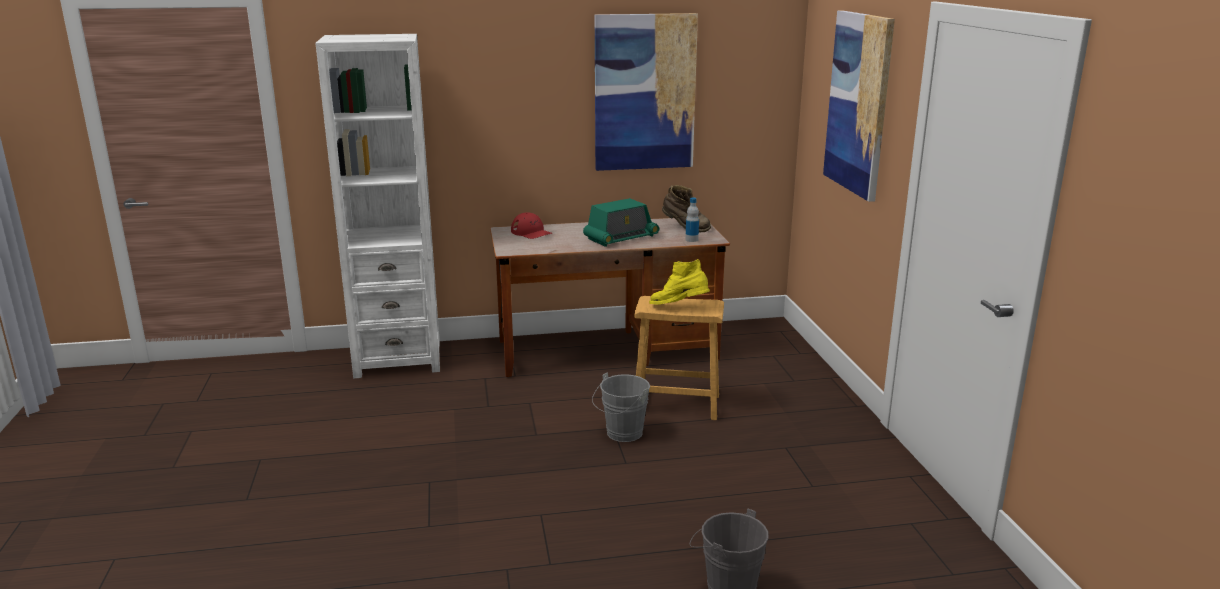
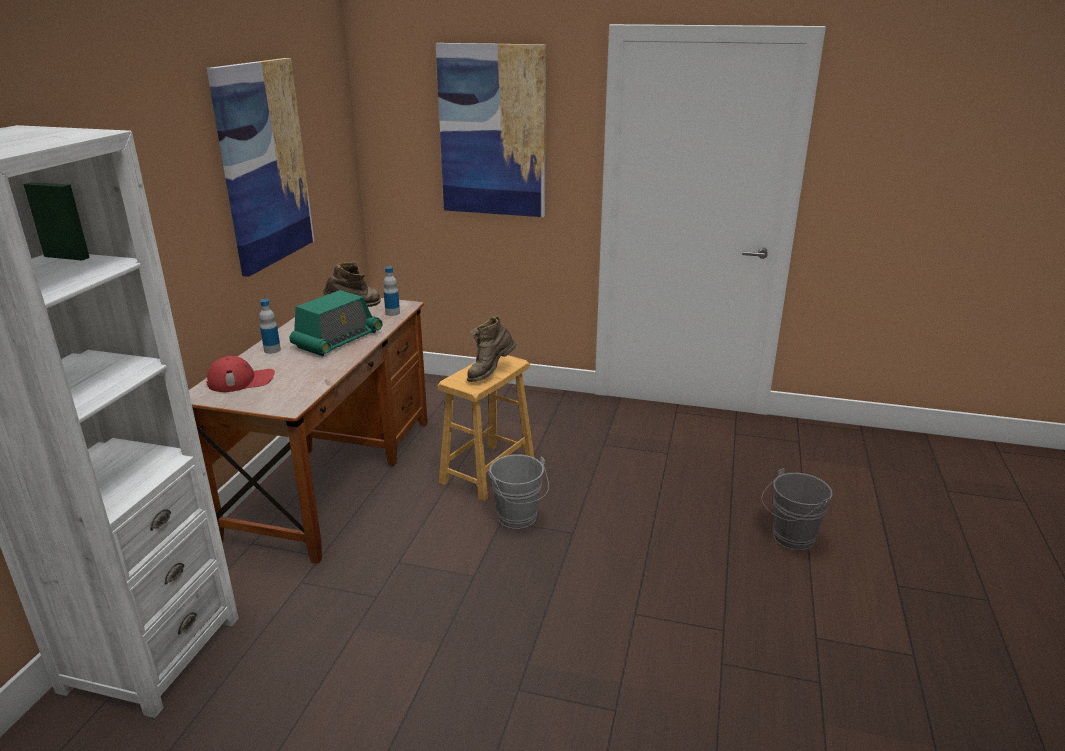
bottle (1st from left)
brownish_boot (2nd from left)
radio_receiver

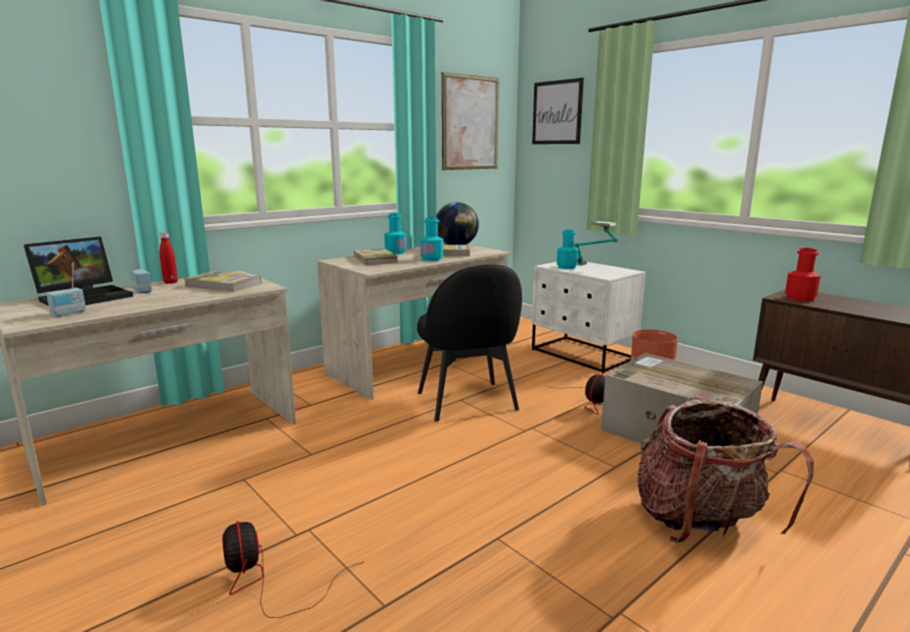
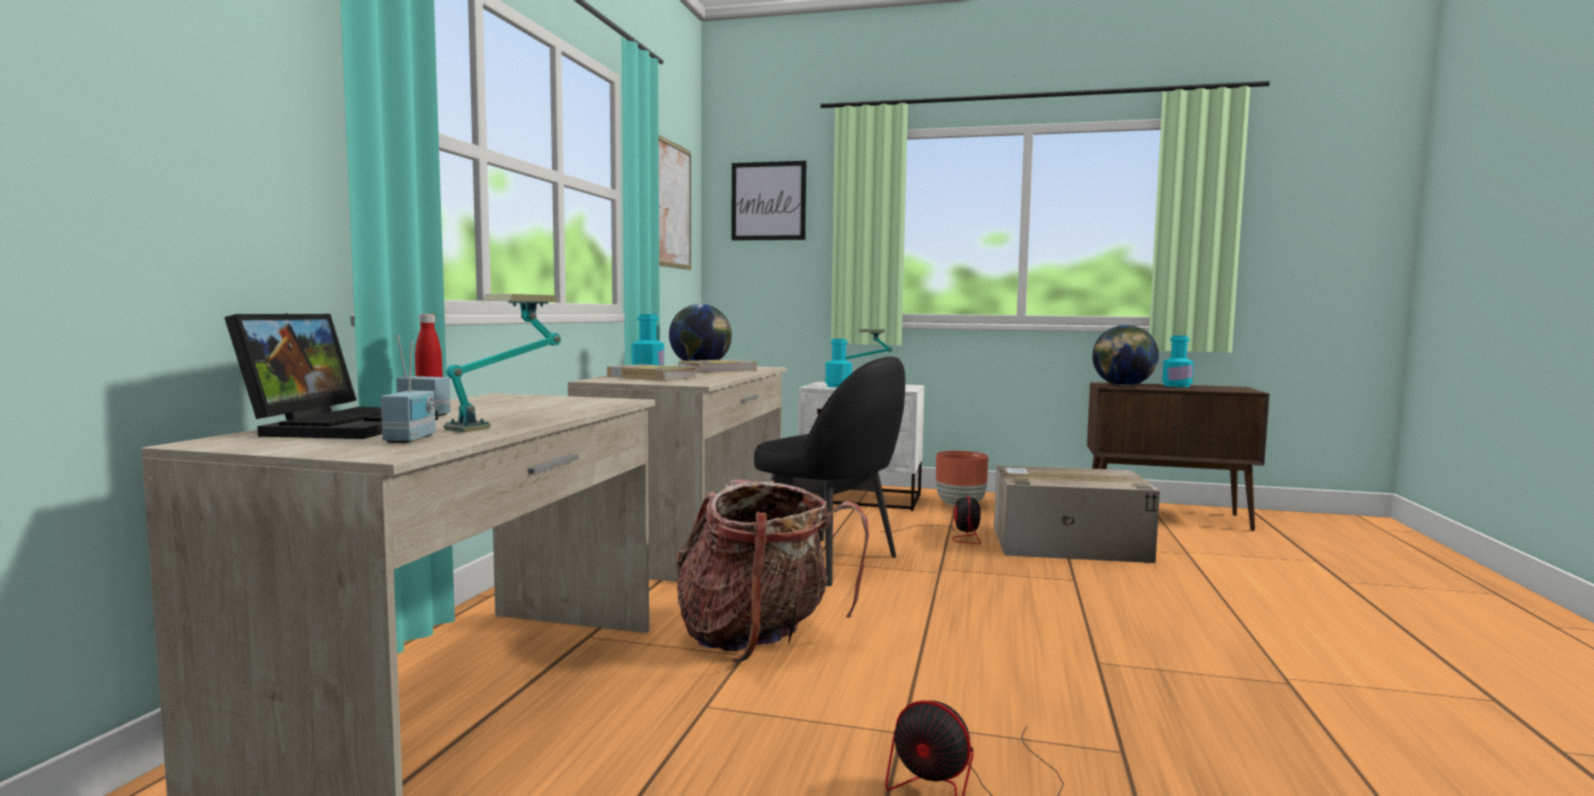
bound_book (1st from left in the first image)
lamp_for_a_table (1st from left)
blue-green_bottle (3rd from left)
backpack
world_globe (2nd from left)

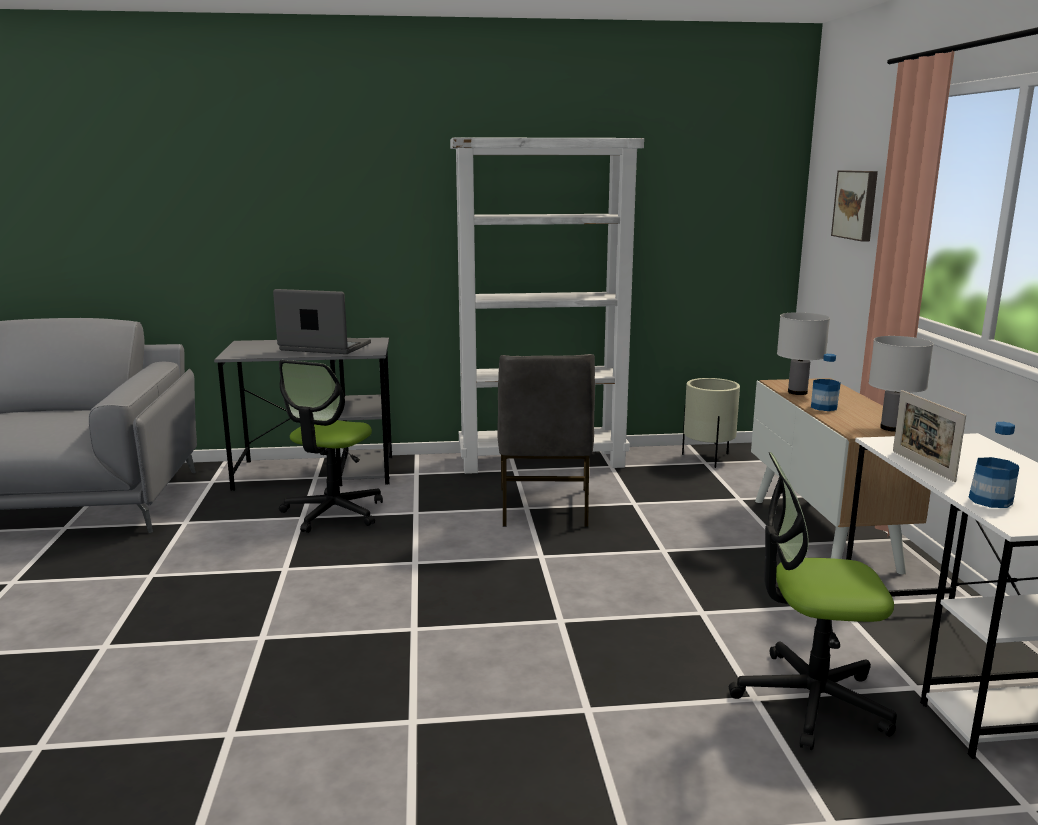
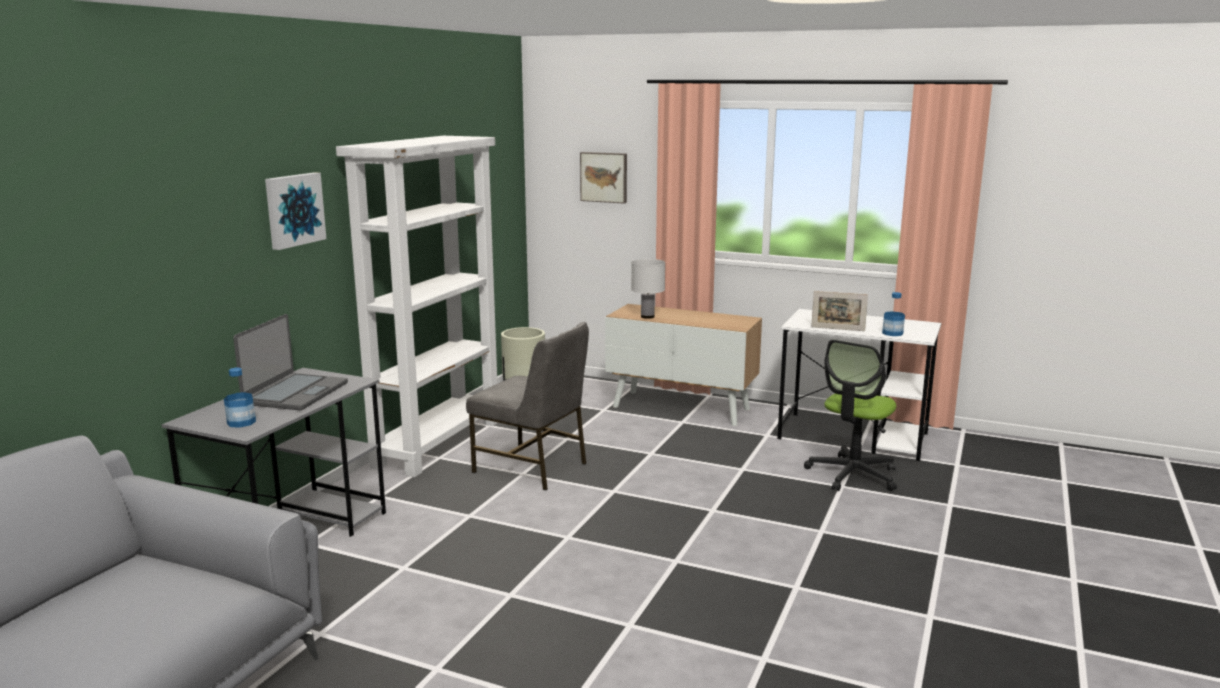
computer_chair (1st from left in the first image)
white-coloured_lamp_for_a_table (2nd from left in the first image)
wall_art (1st from left)
bottle (1st from left)
portable_computer

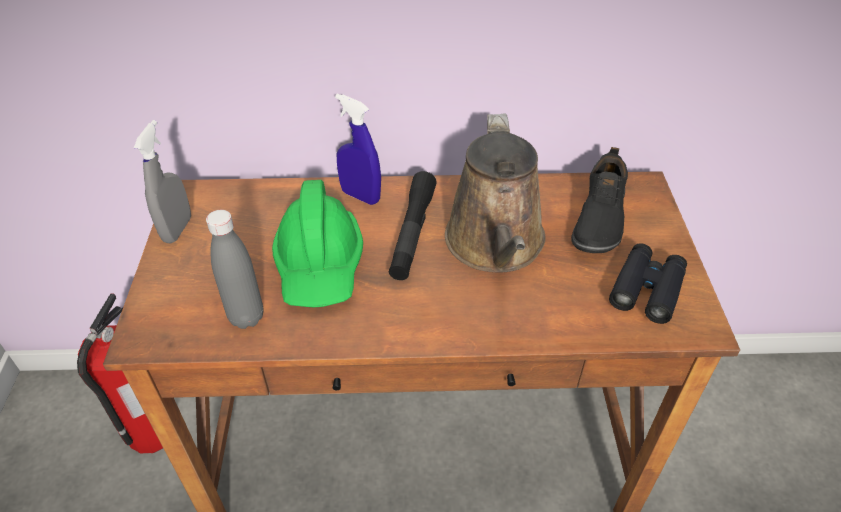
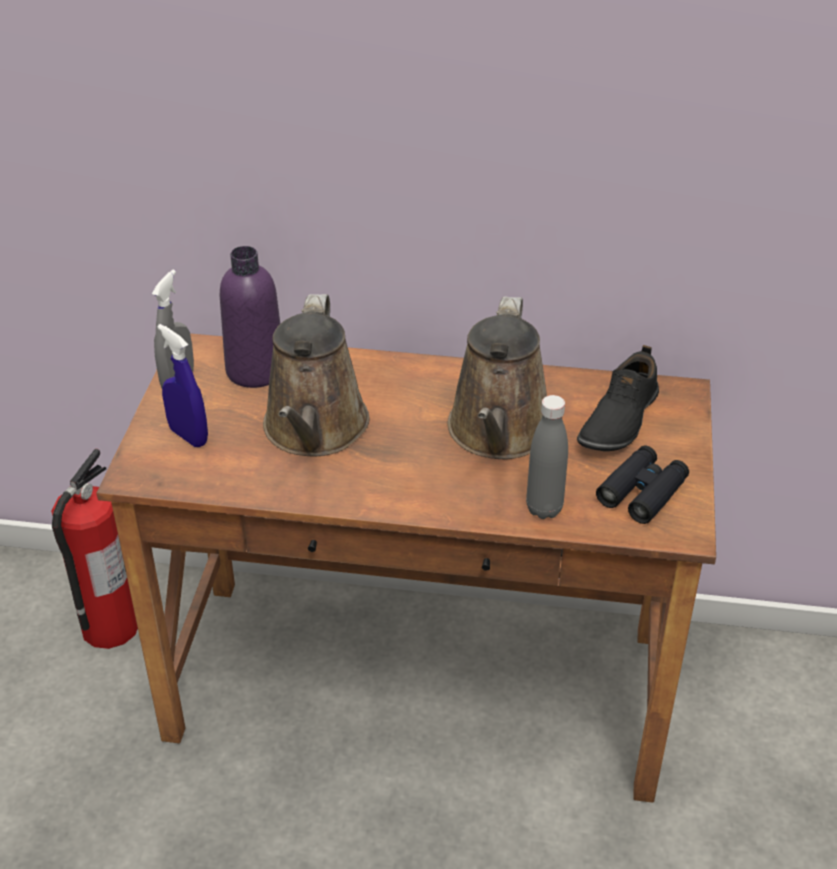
black_hand_torch
purplish_bottle
grey_bottle
blue-coloured_hand_sprayer
brownish_sprinkling_can (1st from left)

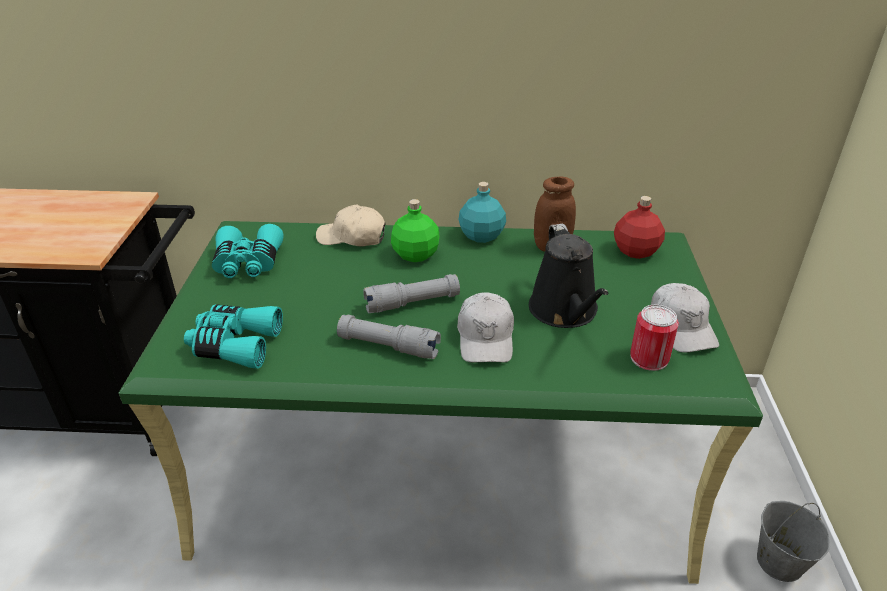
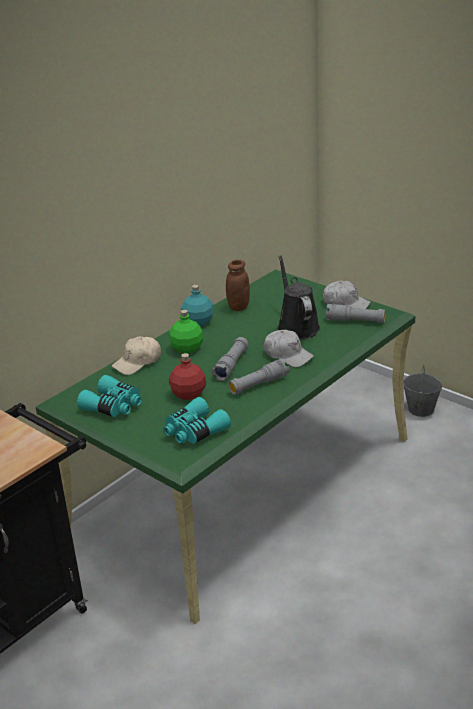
red-coloured_bottle
grey_hand_torch (3rd from left)
black_sprinkling_can

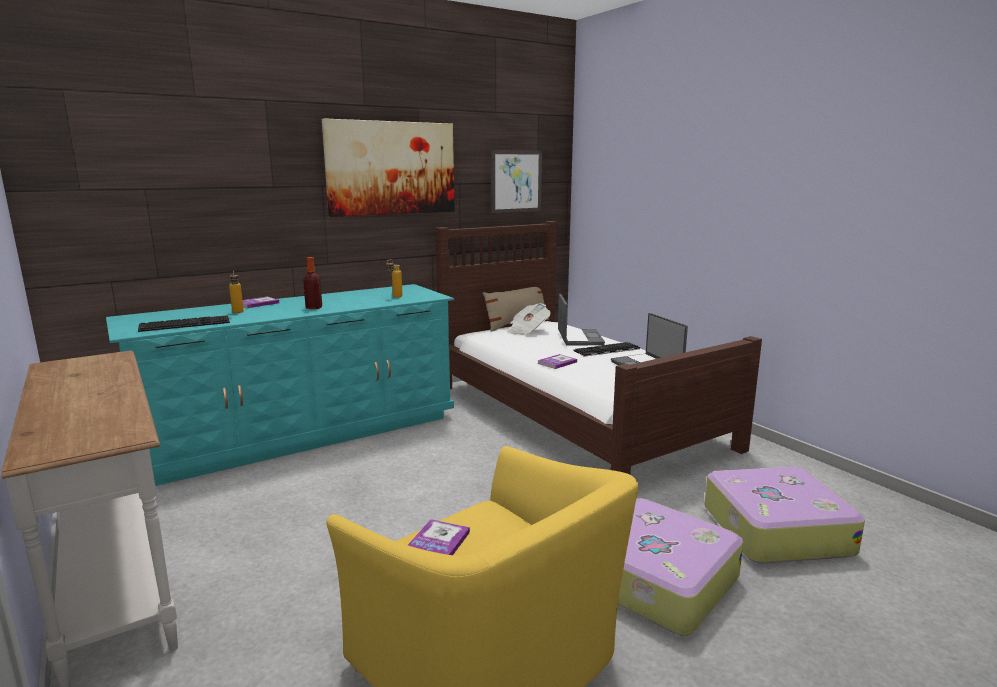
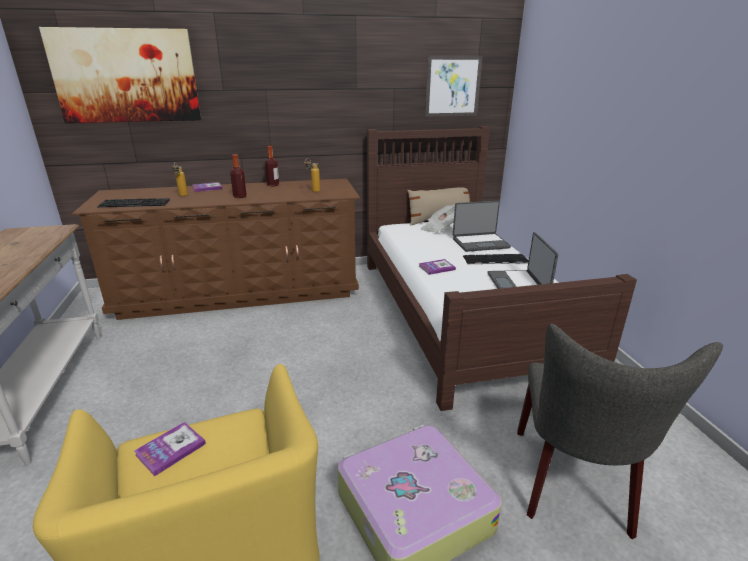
bottle (3rd from left)
wall_art (1st from left)
grey_upright_chair
brownish_chest_of_drawers
portable_computer (1st from left)

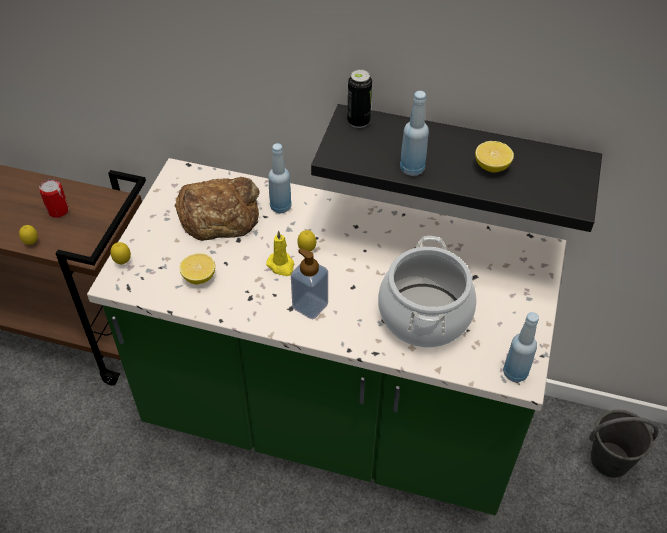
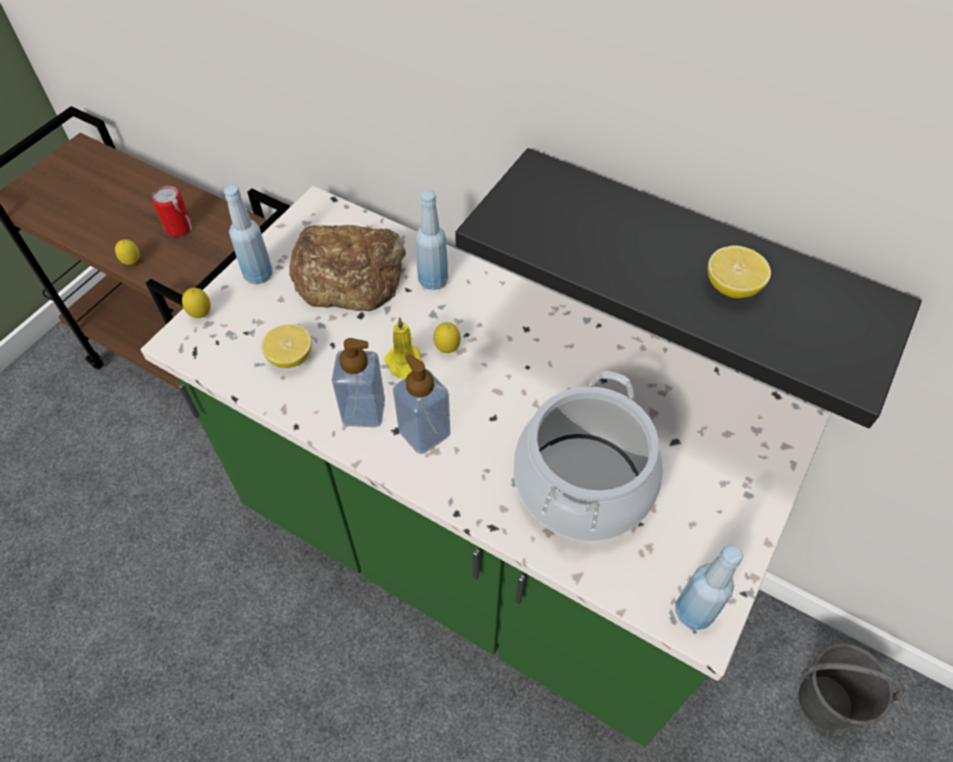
metal_can (2nd from left in the first image)
soap_dispenser (1st from left)
blue-coloured_bottle (1st from left)

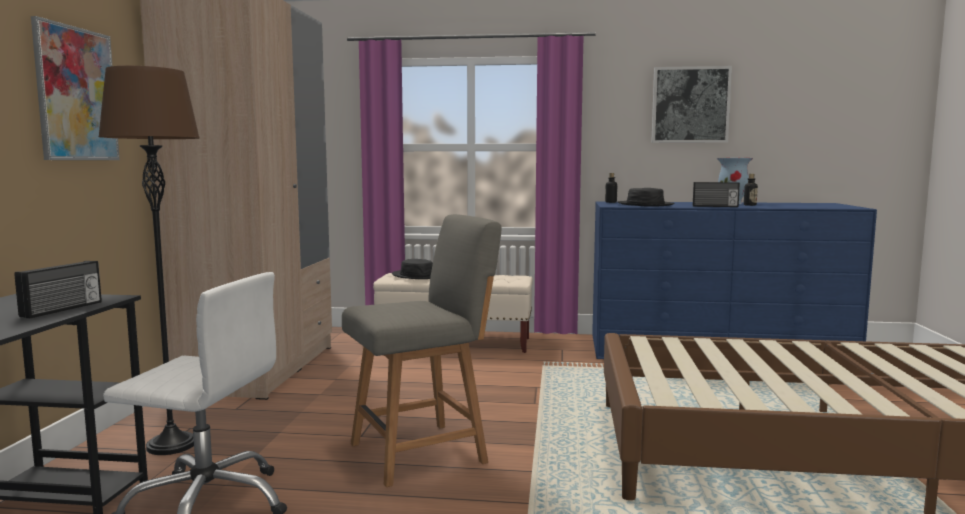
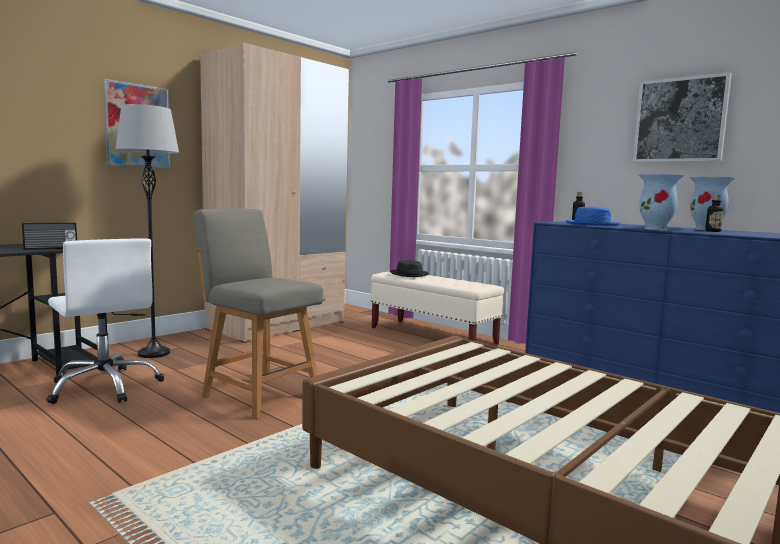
vase (1st from left)
grey_standard_lamp
blue-coloured_wearable_hat
grey_upright_chair

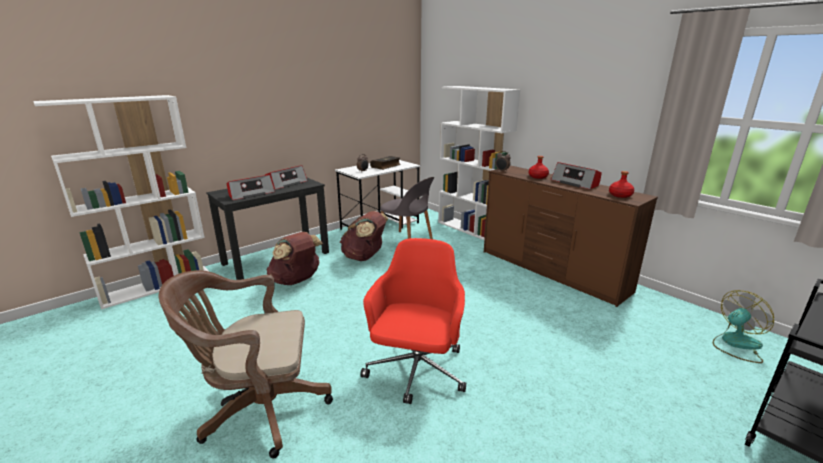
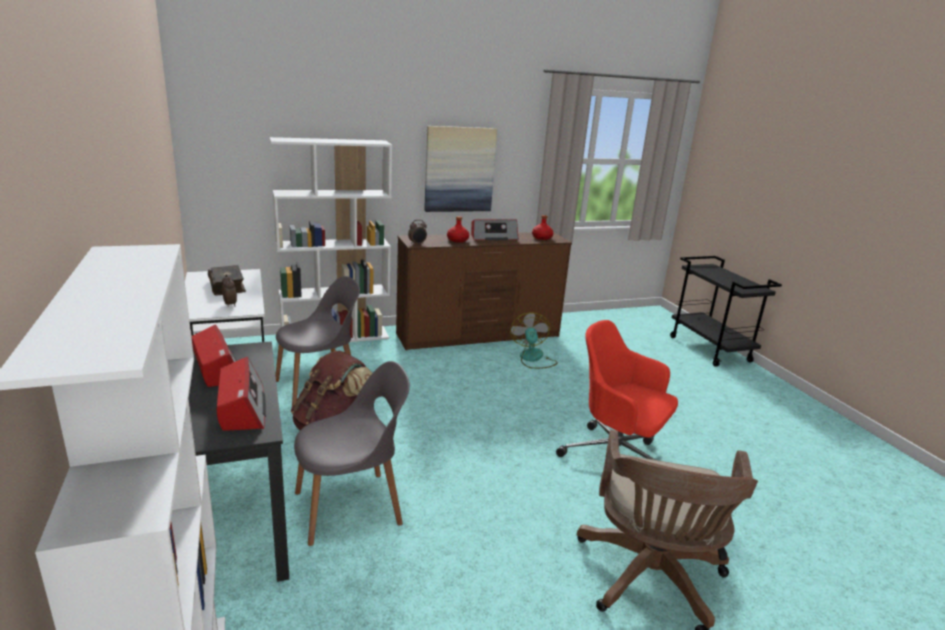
wall_art
electric_fan
grey_upright_chair (2nd from left)

